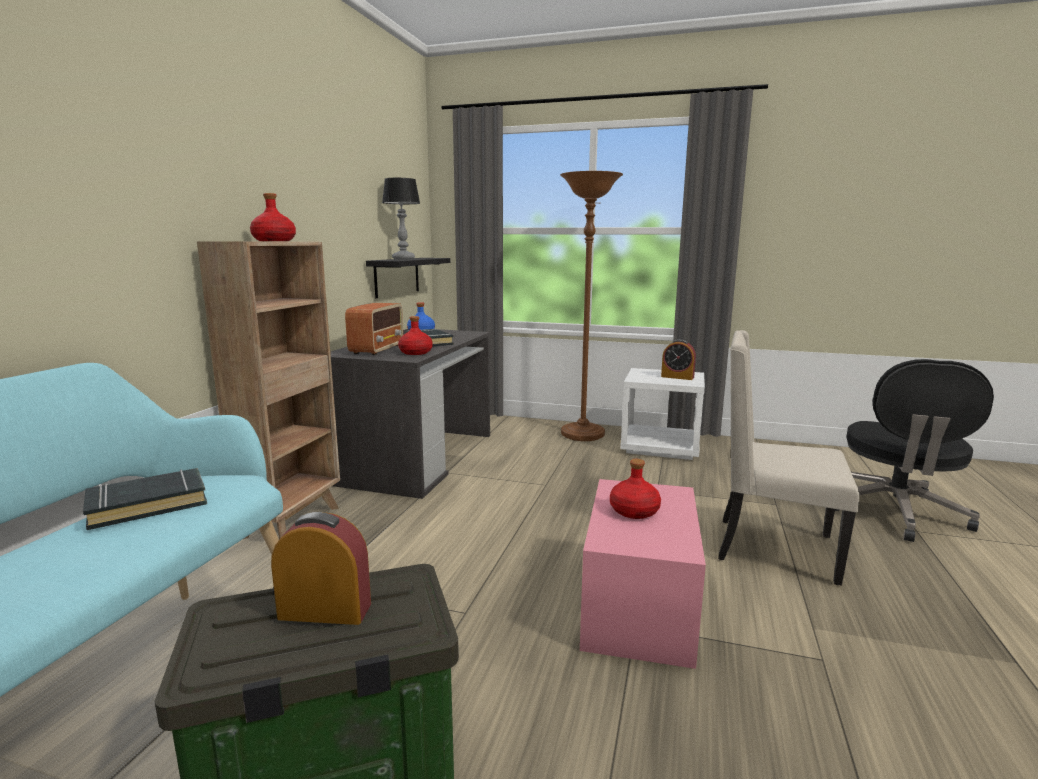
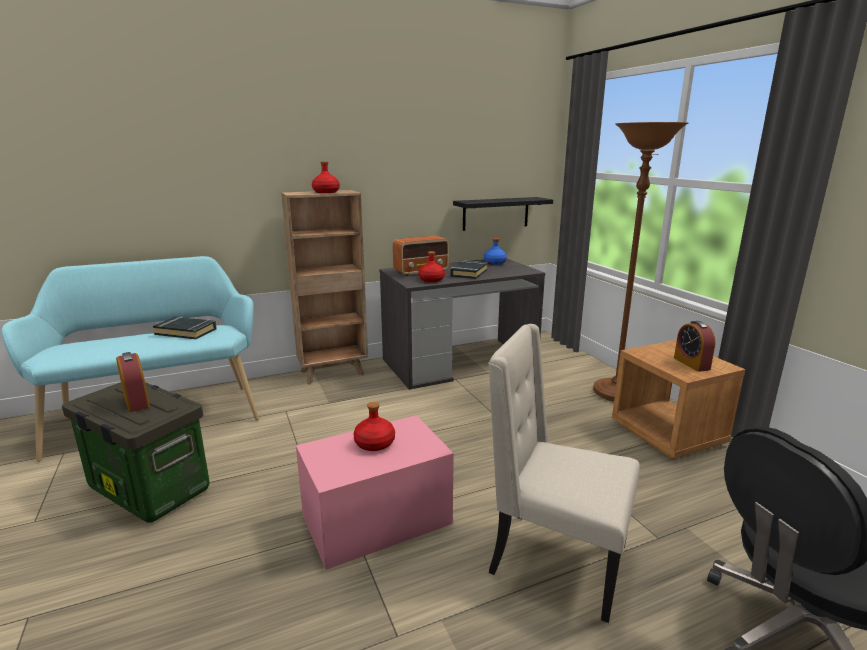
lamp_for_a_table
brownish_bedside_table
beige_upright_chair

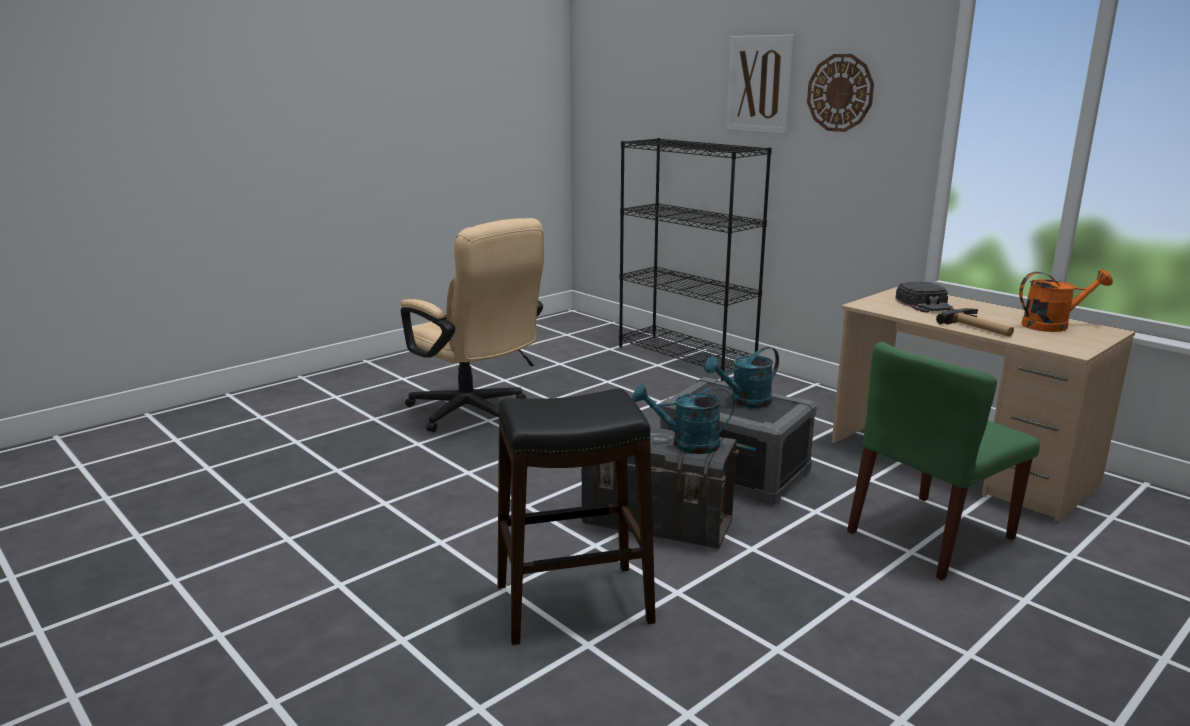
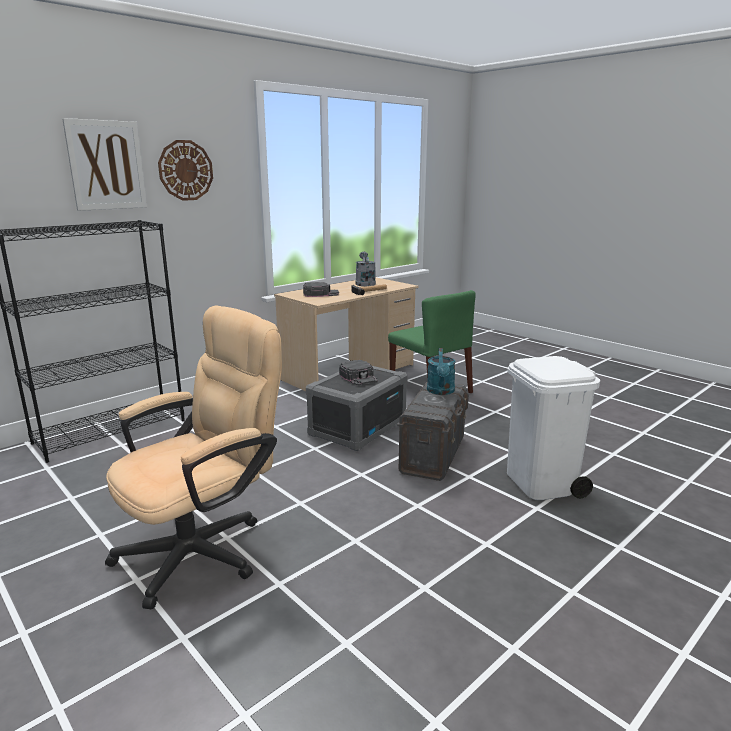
white-coloured_waste_bin
black_baseball_cap (2nd from left)
grey_sprinkling_can

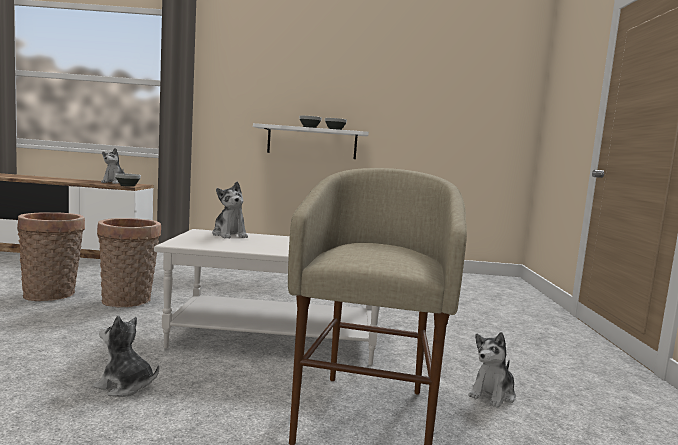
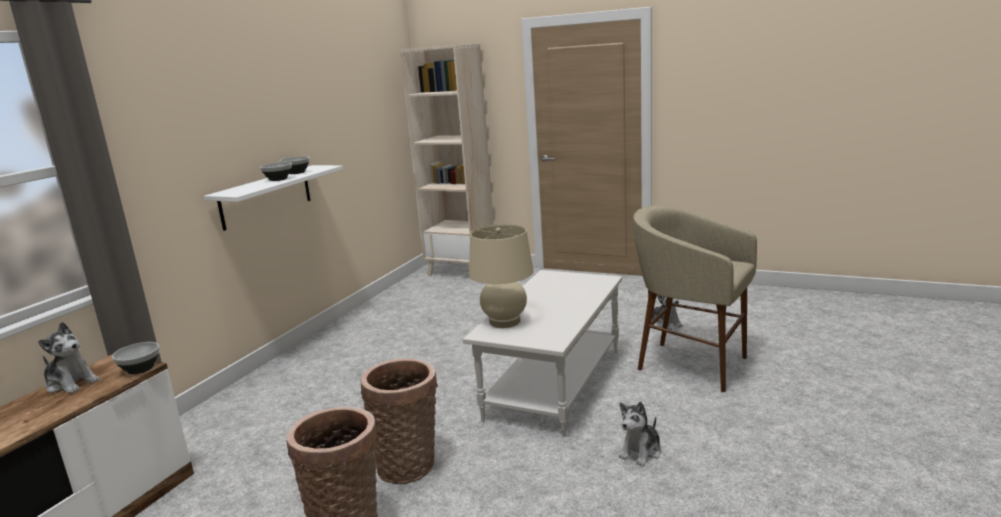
beige_bookcase
beige_lamp_for_a_table

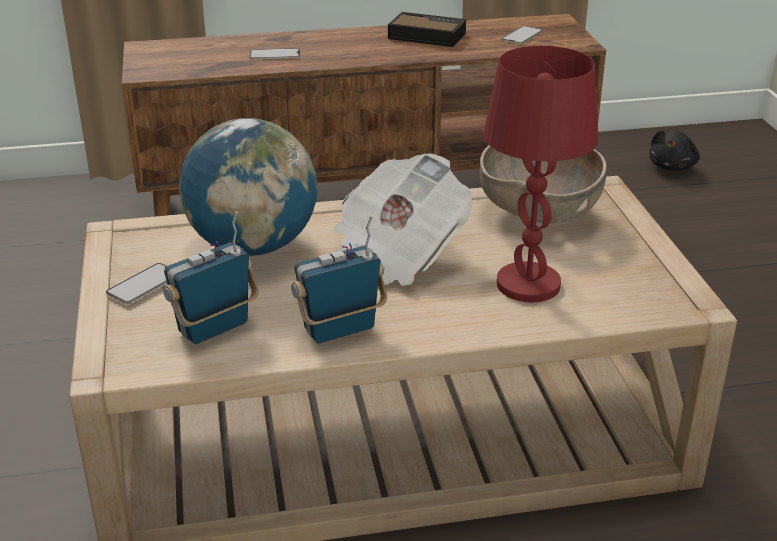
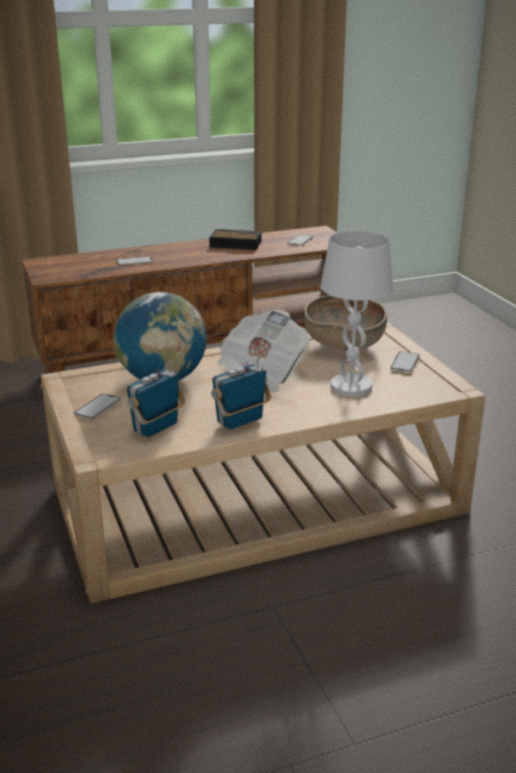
black_cuddly_toy
handset (4th from left)
white-coloured_lamp_for_a_table

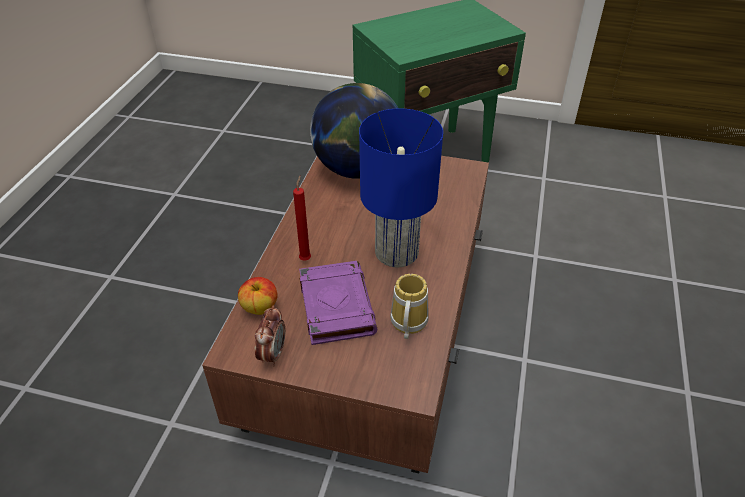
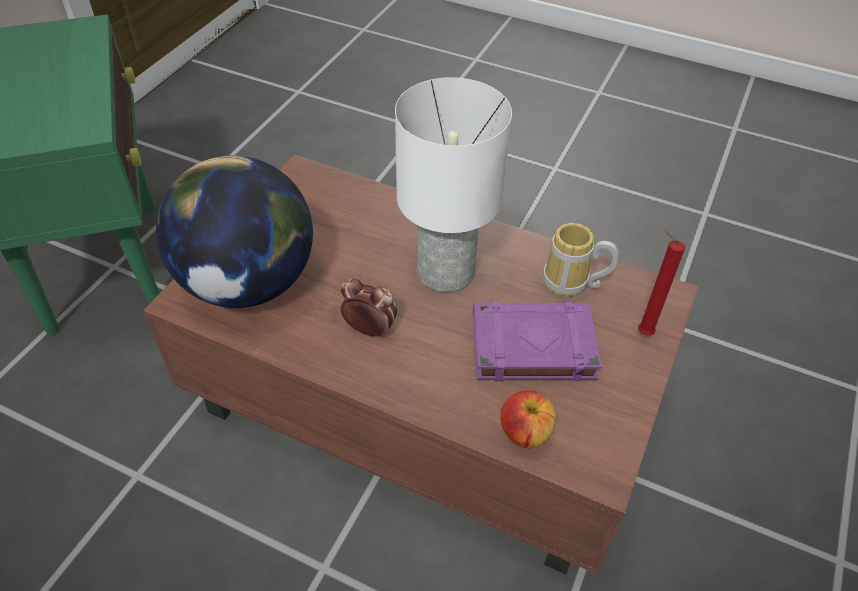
alarm_clock
red-coloured_wax_light
white-coloured_lamp_for_a_table

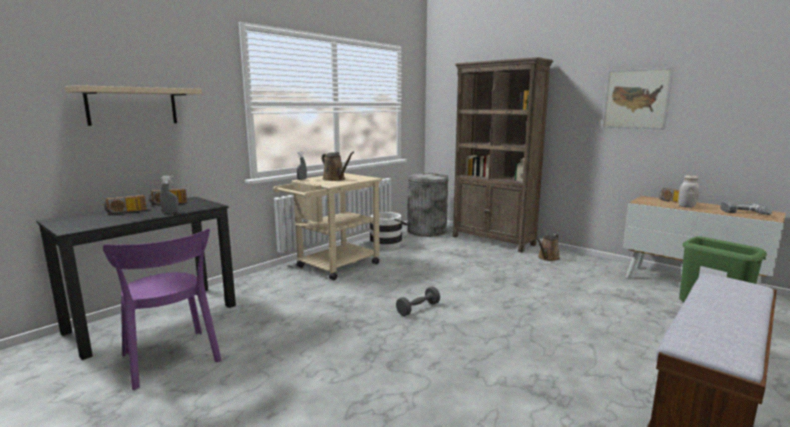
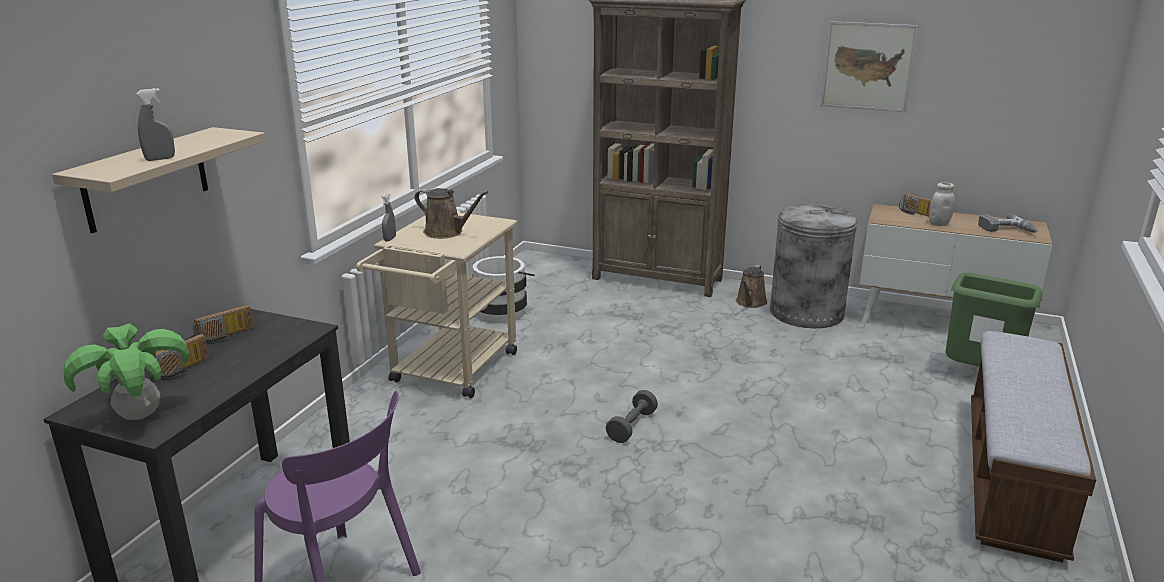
plant_in_a_pot
grey_hand_sprayer (1st from left)
grey_waste_bin

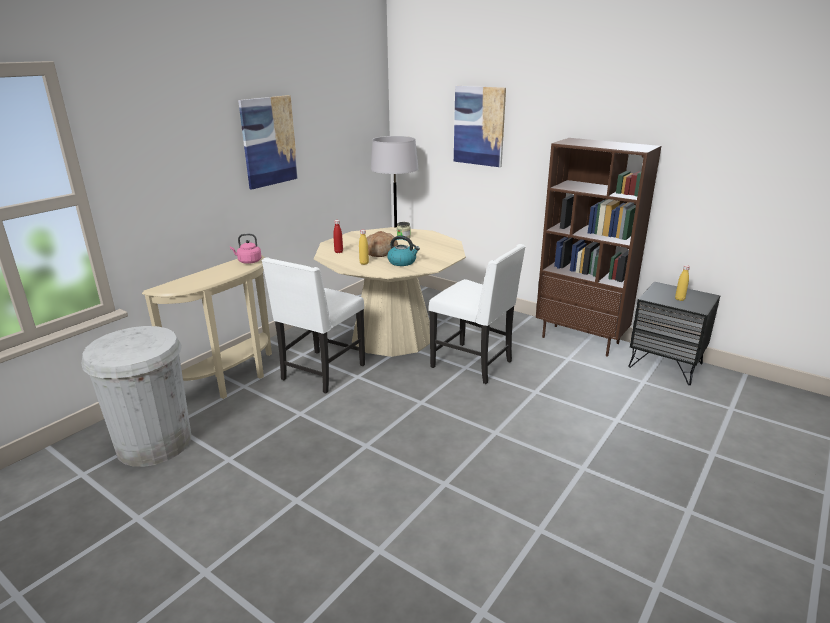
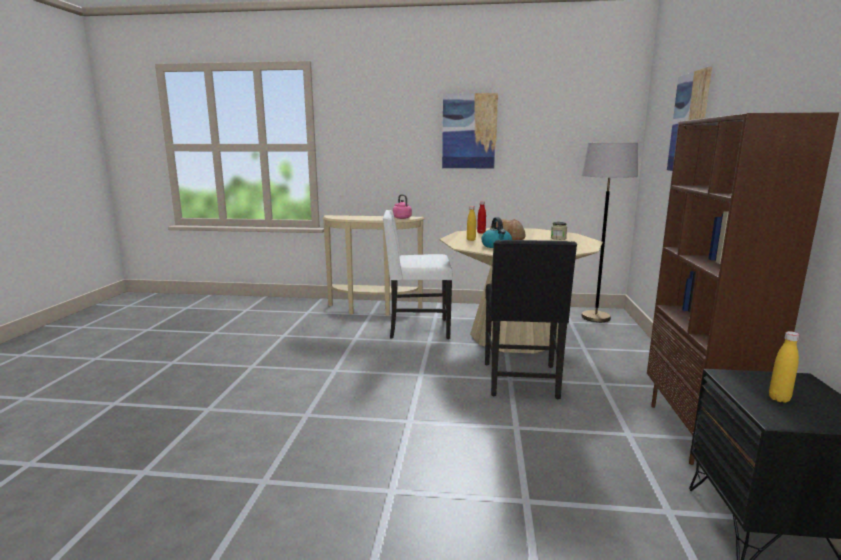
white-coloured_waste_bin
black_upright_chair

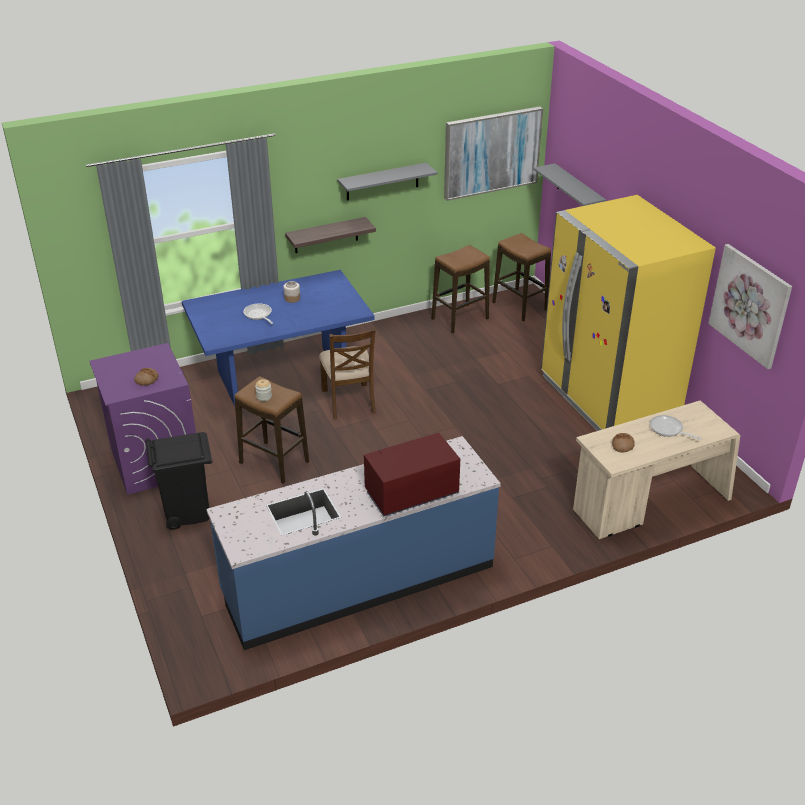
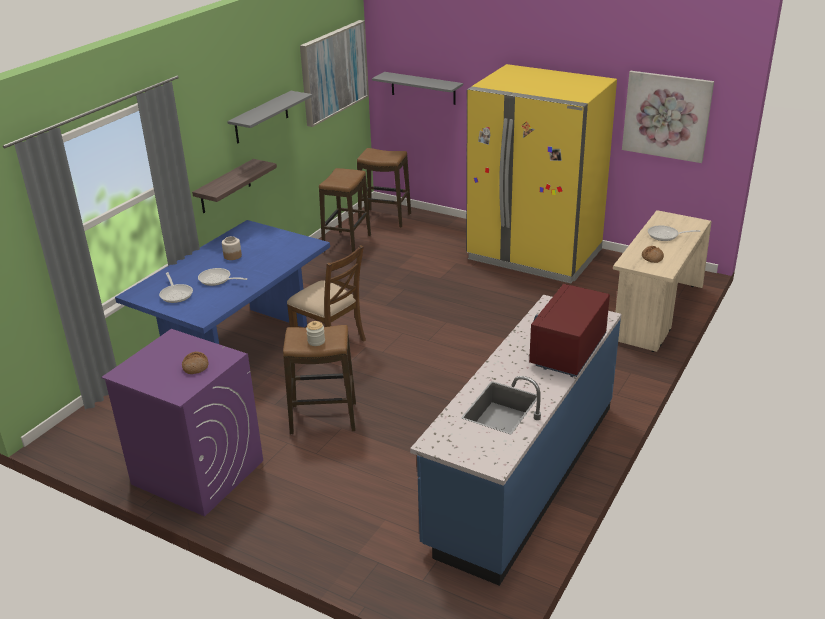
black_waste_bin
pan (1st from left)

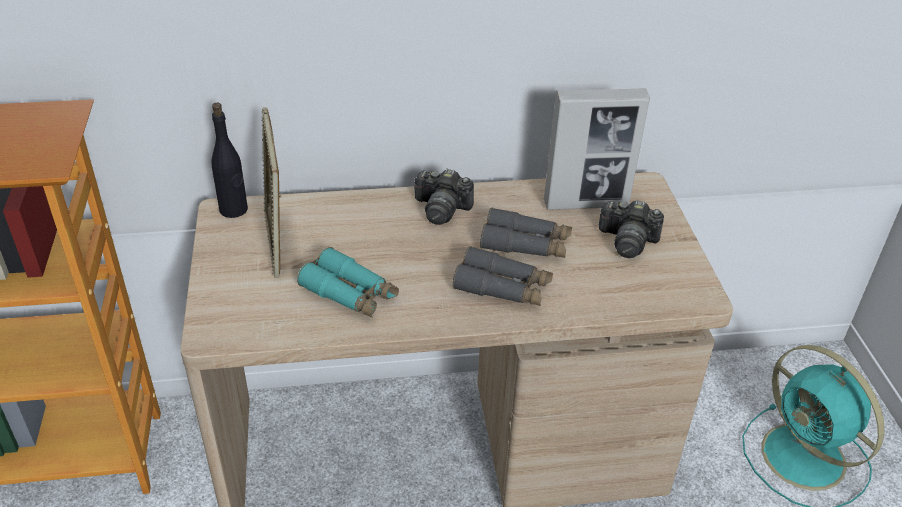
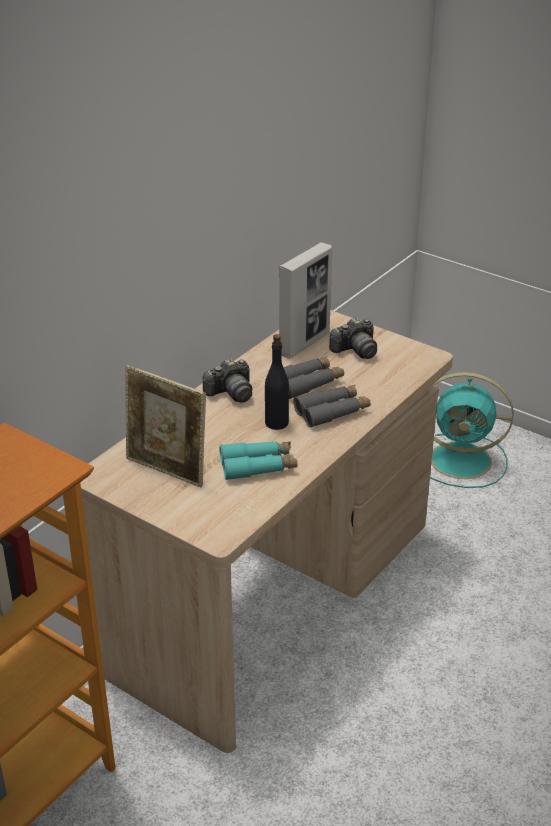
black_bottle

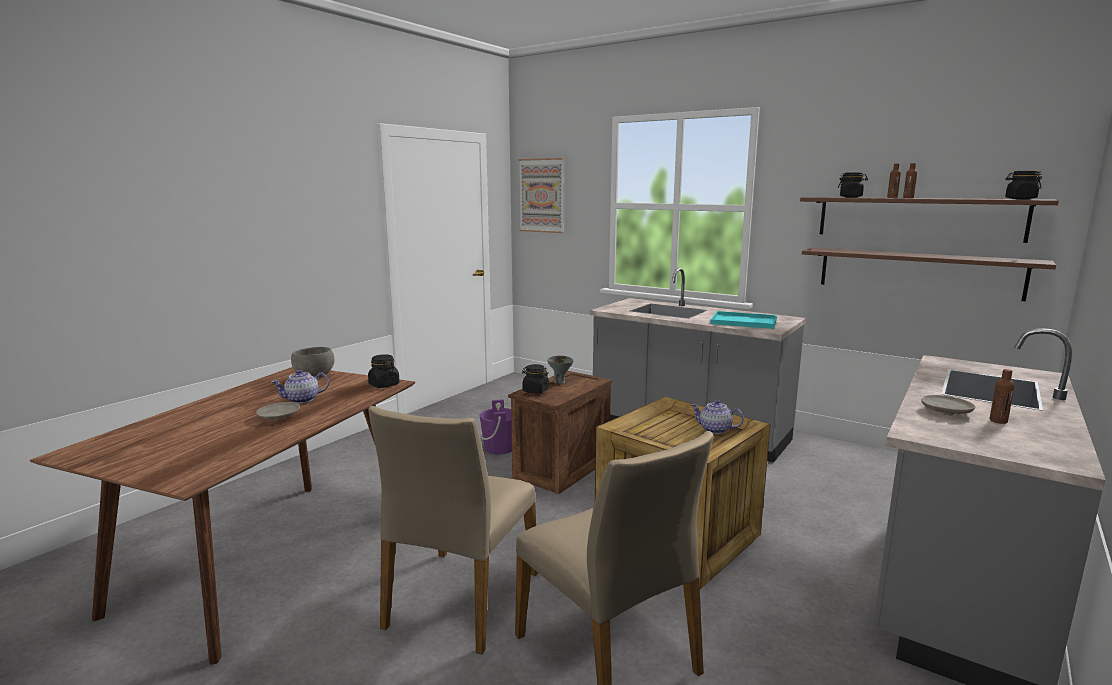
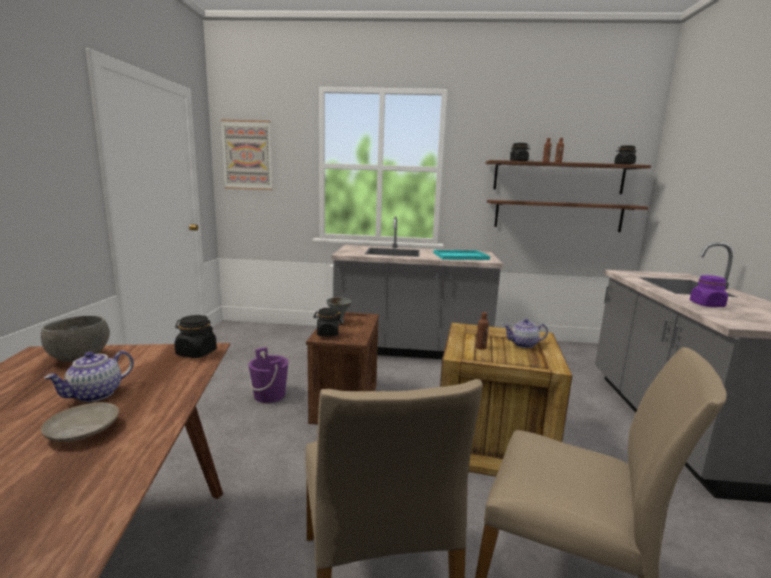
brownish_bottle (1st from left)
purplish_jar

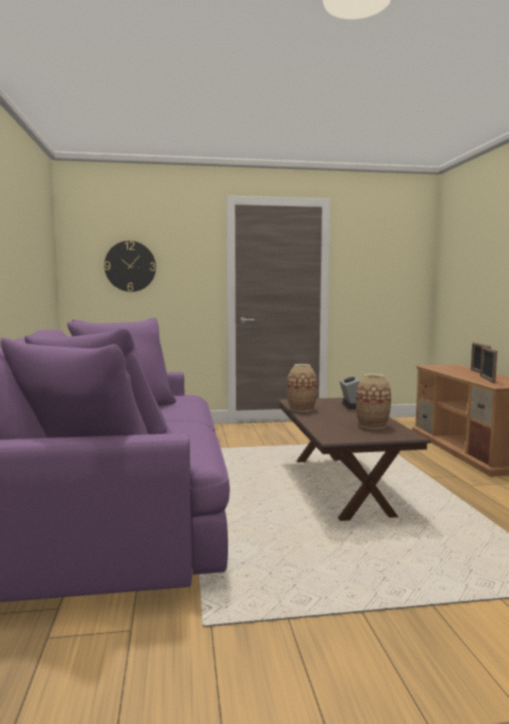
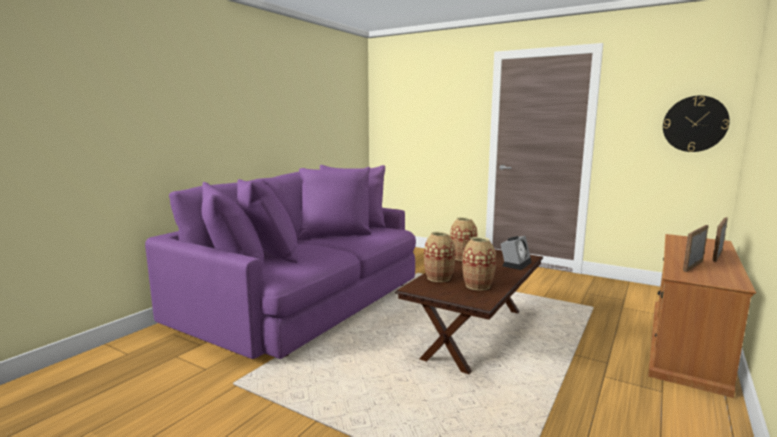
vase (1st from left)
wall_clock

